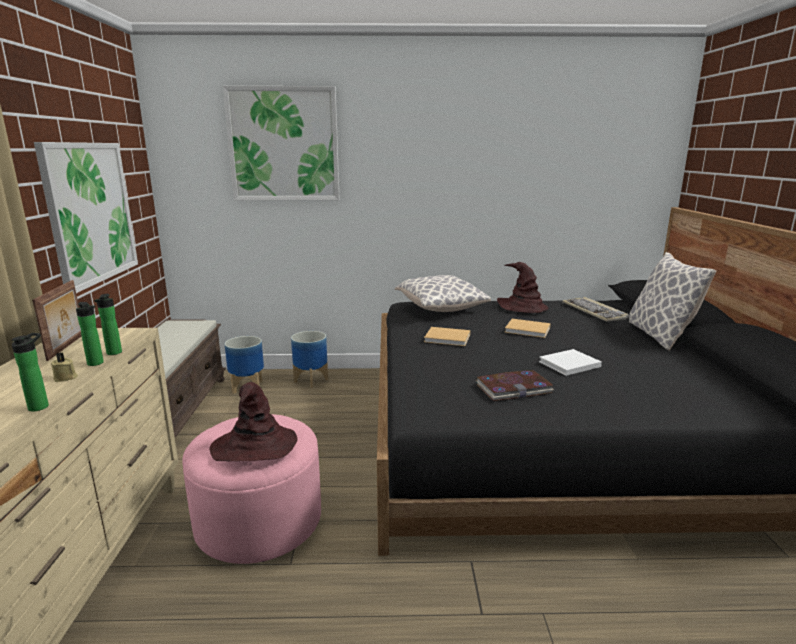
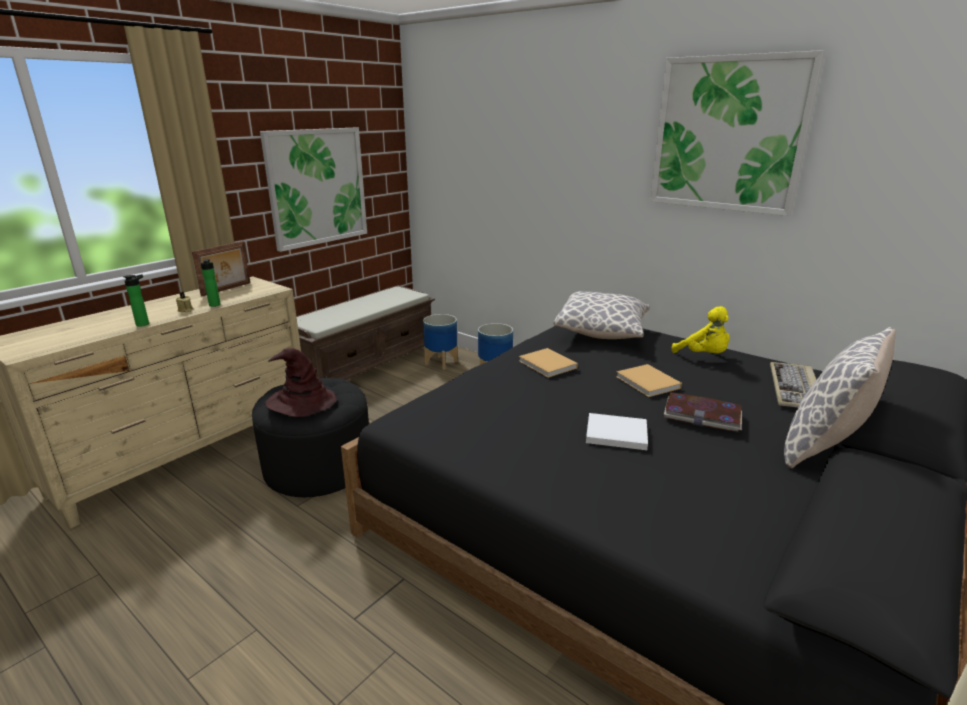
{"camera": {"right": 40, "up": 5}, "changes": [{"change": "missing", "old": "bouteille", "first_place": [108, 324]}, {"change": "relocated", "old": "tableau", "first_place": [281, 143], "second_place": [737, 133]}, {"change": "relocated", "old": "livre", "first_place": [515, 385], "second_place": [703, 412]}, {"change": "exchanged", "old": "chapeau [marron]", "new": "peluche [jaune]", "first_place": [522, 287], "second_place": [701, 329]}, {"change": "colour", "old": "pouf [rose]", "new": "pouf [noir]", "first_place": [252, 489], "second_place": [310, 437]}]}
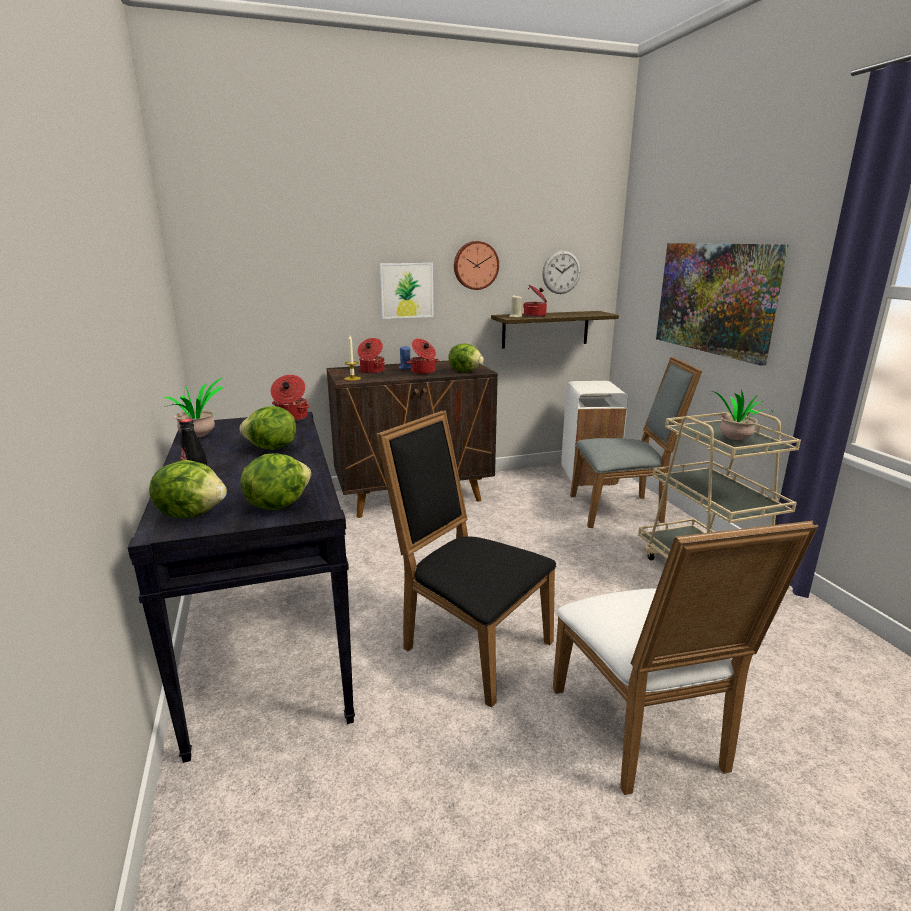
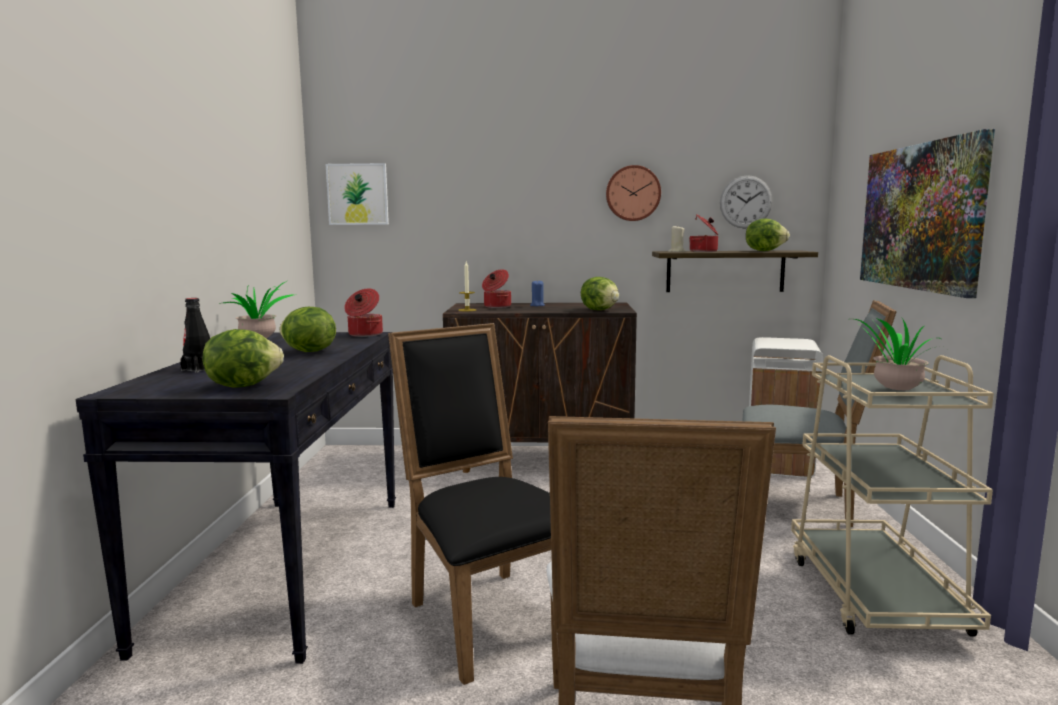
{"camera": {"right": 20, "up": -10}, "changes": [{"change": "missing", "old": "marmite", "first_place": [423, 356]}, {"change": "relocated", "old": "laitue", "first_place": [188, 489], "second_place": [768, 235]}, {"change": "relocated", "old": "tableau", "first_place": [407, 291], "second_place": [357, 194]}]}
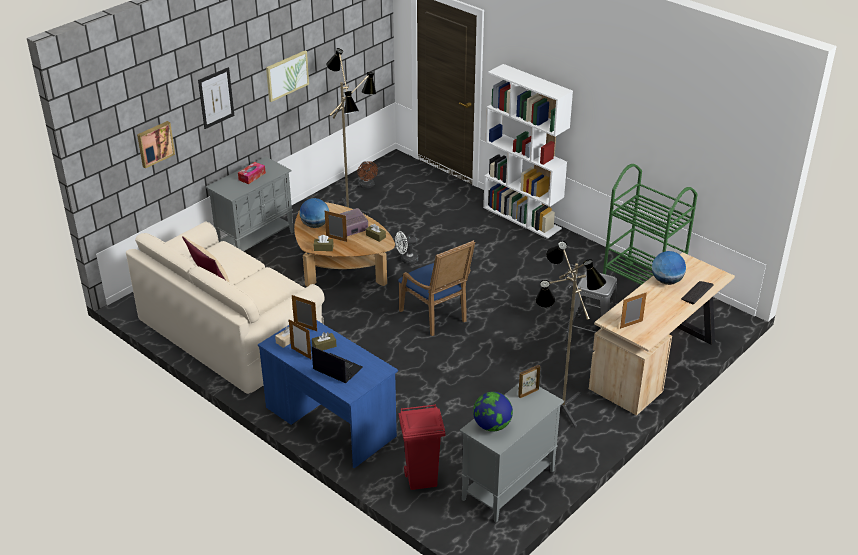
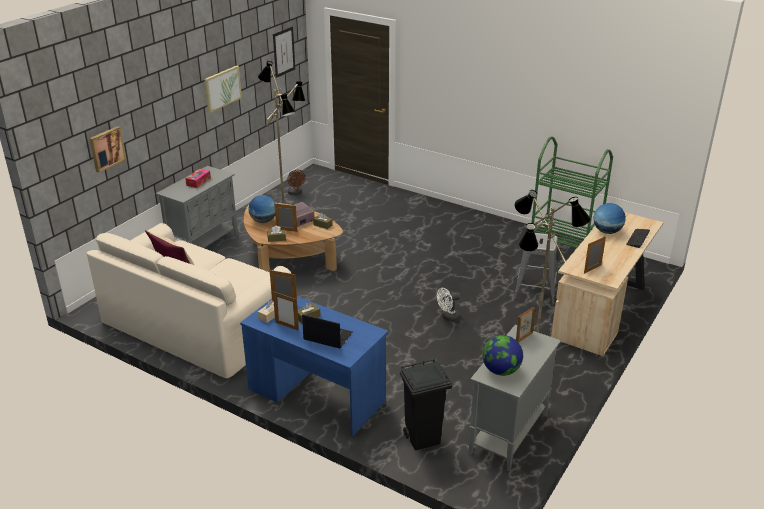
{"camera": {"right": -10, "up": -5}, "changes": [{"change": "missing", "old": "fauteuil [bleu]", "first_place": [436, 288]}, {"change": "missing", "old": "bibliothèque [blanc]", "first_place": [528, 151]}, {"change": "relocated", "old": "tableau", "first_place": [216, 98], "second_place": [284, 52]}, {"change": "relocated", "old": "ventilateur [blanc]", "first_place": [407, 247], "second_place": [449, 305]}, {"change": "colour", "old": "poubelle [rouge]", "new": "poubelle [noir]", "first_place": [422, 447], "second_place": [426, 404]}]}
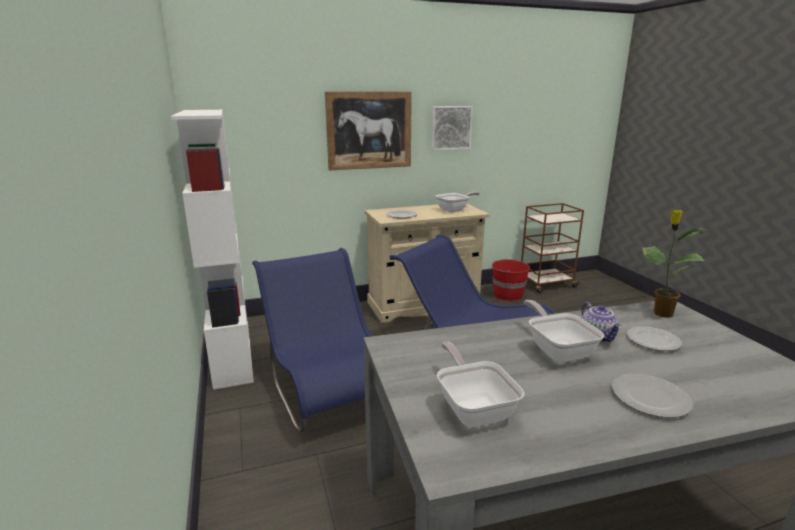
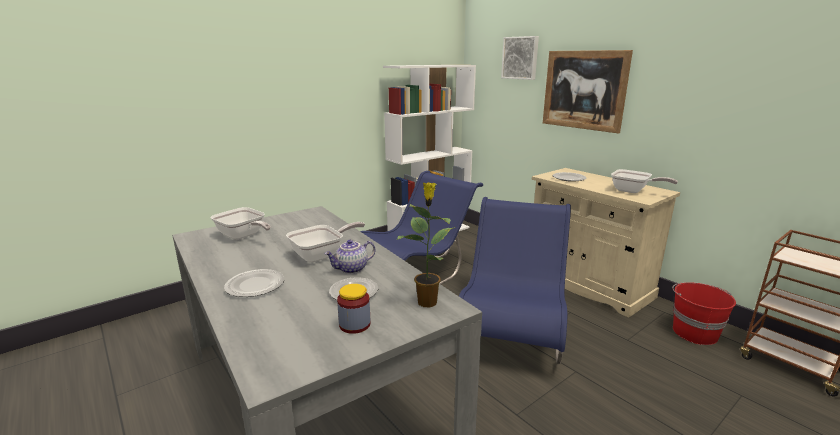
{"camera": {"right": 70, "up": 0}, "changes": [{"change": "appeared", "new": "bocal", "second_place": [353, 309]}, {"change": "relocated", "old": "tableau", "first_place": [452, 128], "second_place": [520, 58]}, {"change": "spun", "old": "poêle", "first_place": [480, 384], "second_place": [241, 223], "degrees": 75}]}
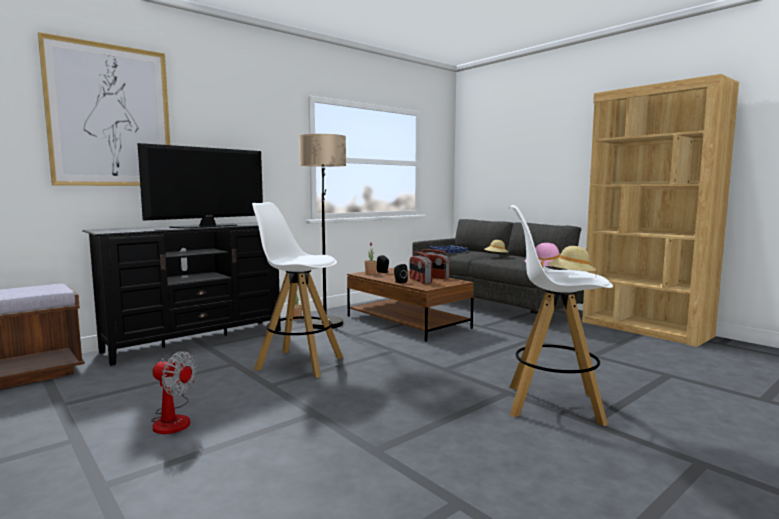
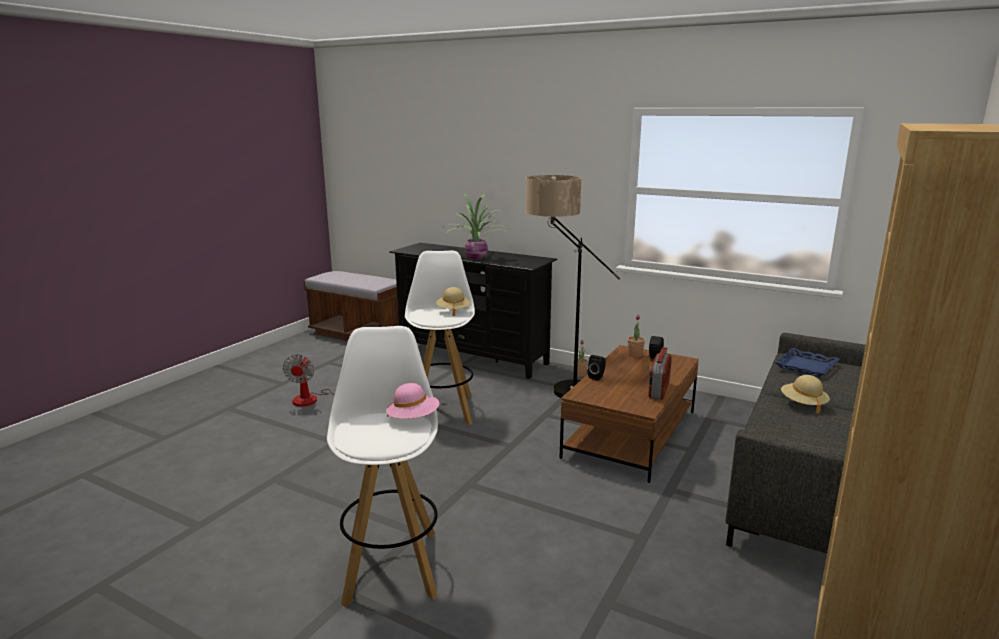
{"camera": {"right": 70, "up": 10}, "changes": [{"change": "missing", "old": "tableau", "first_place": [104, 109]}, {"change": "missing", "old": "radio", "first_place": [421, 268]}, {"change": "relocated", "old": "chapeau [beige]", "first_place": [572, 259], "second_place": [453, 301]}, {"change": "exchanged", "old": "téléviseur", "new": "plante en pot", "first_place": [200, 185], "second_place": [479, 227]}]}
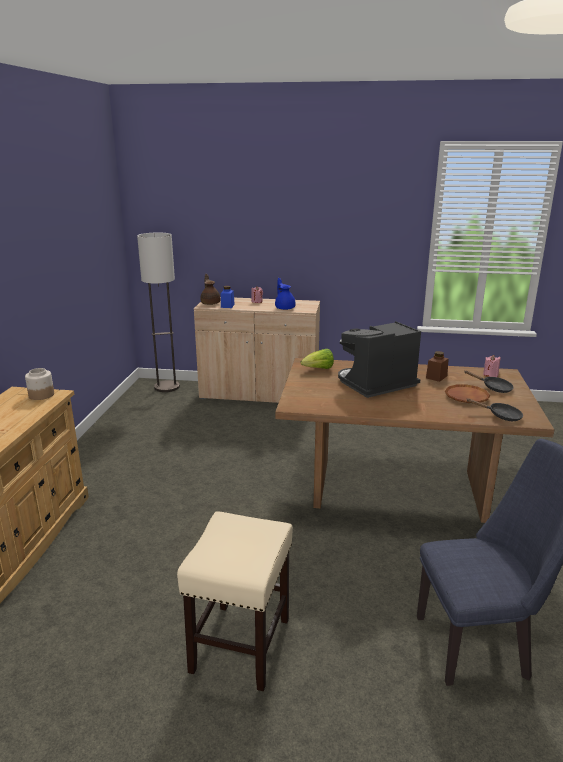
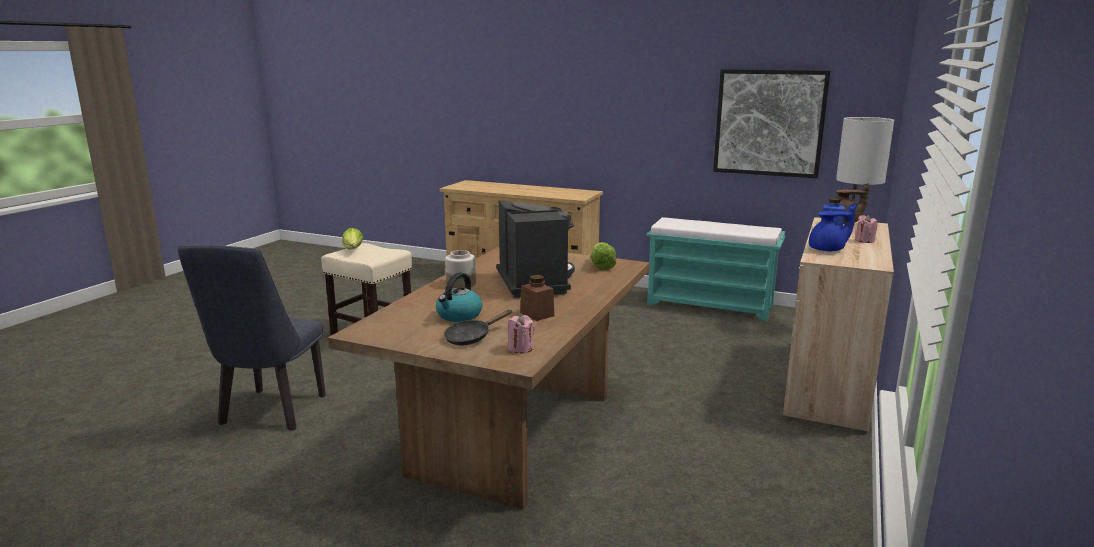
{"camera": {"right": 105, "up": -5}, "changes": [{"change": "missing", "old": "poêle [noir]", "first_place": [495, 409]}, {"change": "appeared", "new": "laitue", "second_place": [352, 239]}, {"change": "appeared", "new": "banc [turquoise]", "second_place": [716, 269]}, {"change": "appeared", "new": "tableau", "second_place": [771, 123]}, {"change": "relocated", "old": "bocal", "first_place": [39, 384], "second_place": [460, 269]}, {"change": "exchanged", "old": "assiette [marron]", "new": "bouilloire", "first_place": [467, 393], "second_place": [459, 297]}]}
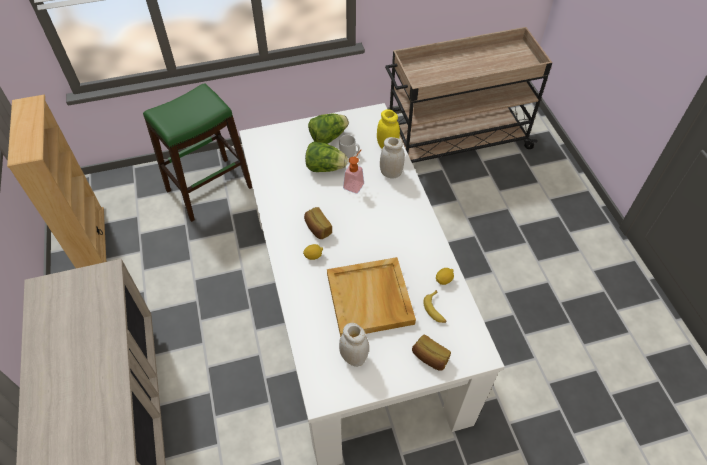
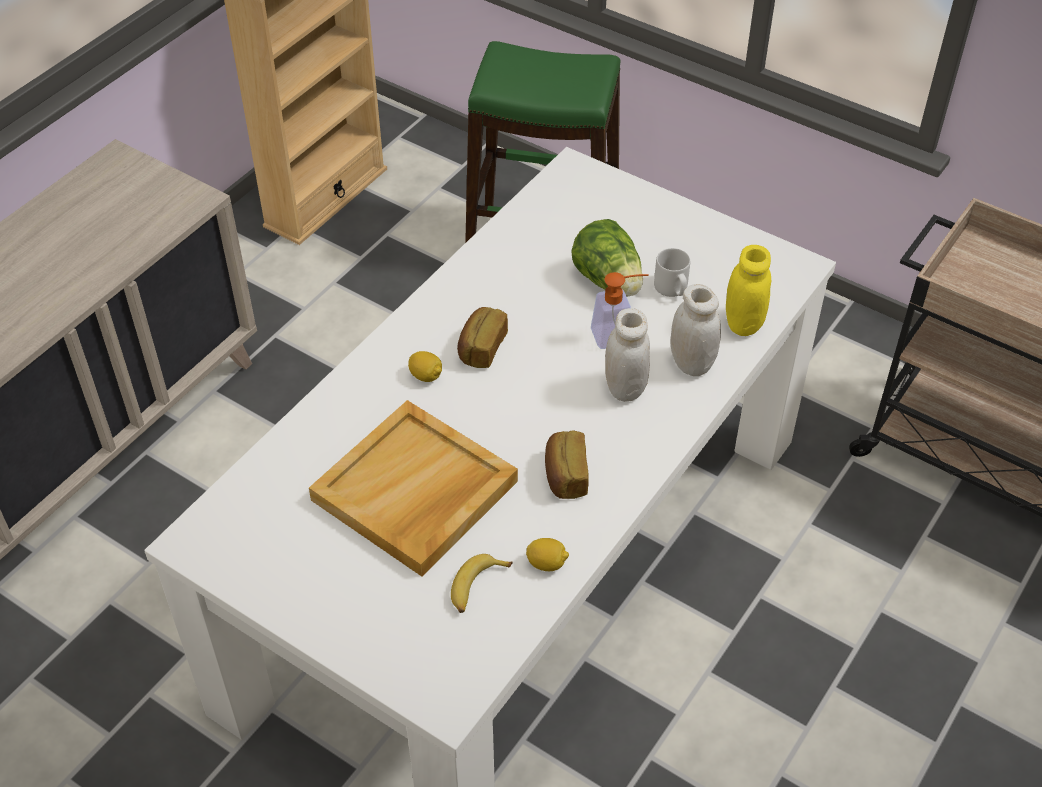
{"camera": {"right": 50, "up": -5}, "changes": [{"change": "missing", "old": "laitue", "first_place": [328, 129]}, {"change": "relocated", "old": "bocal [blanc]", "first_place": [354, 345], "second_place": [627, 355]}, {"change": "relocated", "old": "pain", "first_place": [431, 352], "second_place": [567, 464]}]}
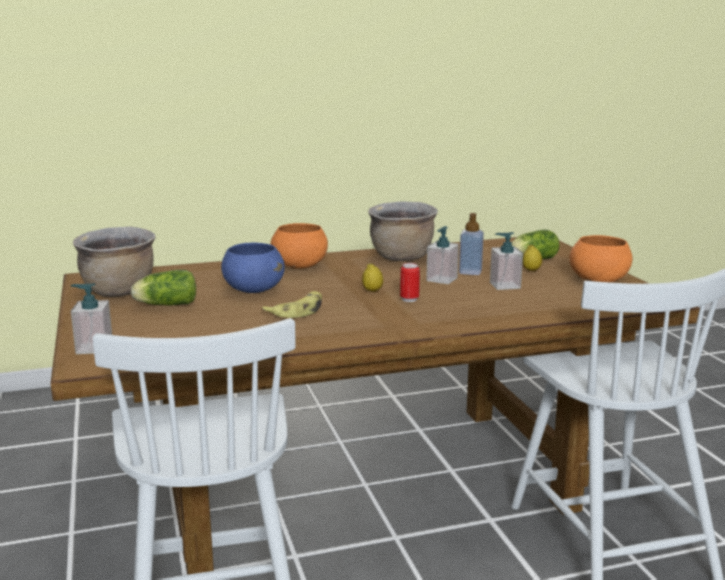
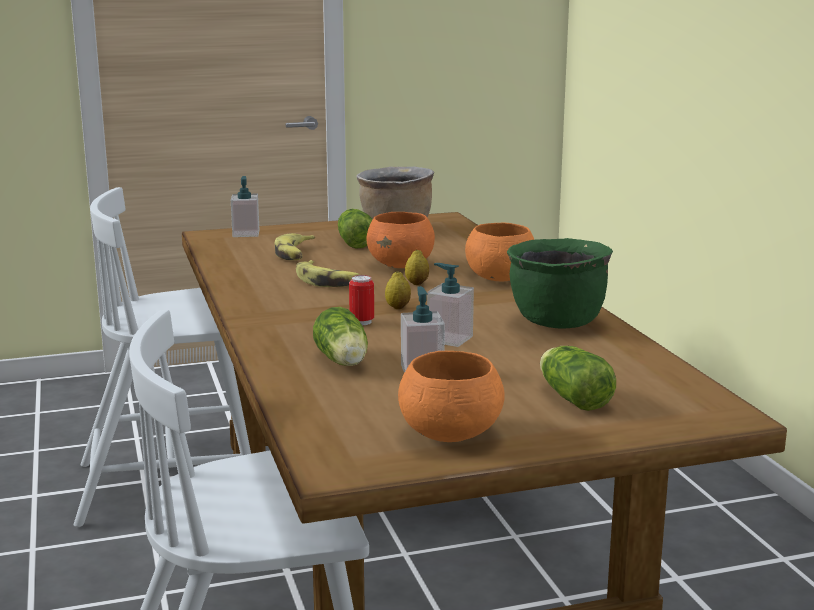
{"camera": {"right": 90, "up": 0}, "changes": [{"change": "missing", "old": "distributeur de savon", "first_place": [471, 244]}, {"change": "appeared", "new": "banane", "second_place": [295, 246]}, {"change": "appeared", "new": "laitue", "second_place": [340, 336]}, {"change": "relocated", "old": "citron", "first_place": [532, 258], "second_place": [417, 267]}, {"change": "colour", "old": "bol [bleu]", "new": "bol [orange]", "first_place": [253, 268], "second_place": [401, 240]}, {"change": "colour", "old": "marmite [marron]", "new": "marmite [vert]", "first_place": [403, 231], "second_place": [560, 283]}]}
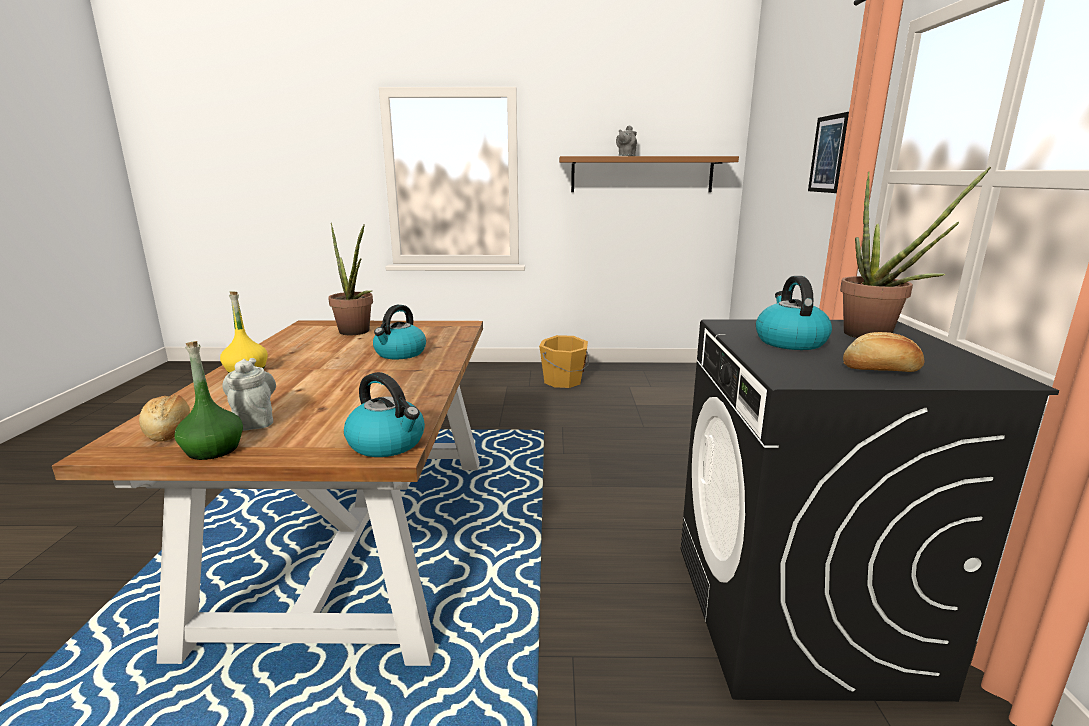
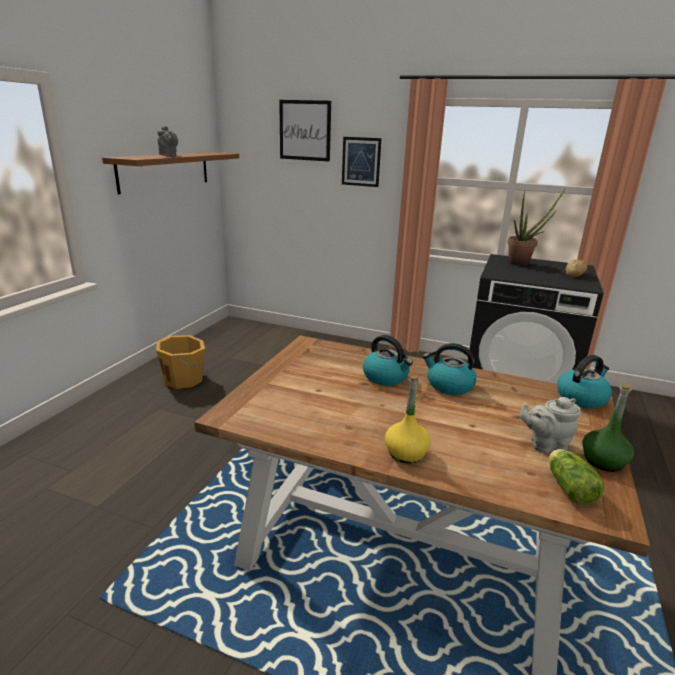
{"camera": {"right": -70, "up": 5}, "changes": [{"change": "missing", "old": "plante en pot", "first_place": [350, 279]}, {"change": "appeared", "new": "tableau", "second_place": [305, 130]}, {"change": "relocated", "old": "bouilloire", "first_place": [794, 313], "second_place": [450, 369]}, {"change": "exchanged", "old": "pain", "new": "laitue", "first_place": [164, 418], "second_place": [576, 477]}]}
